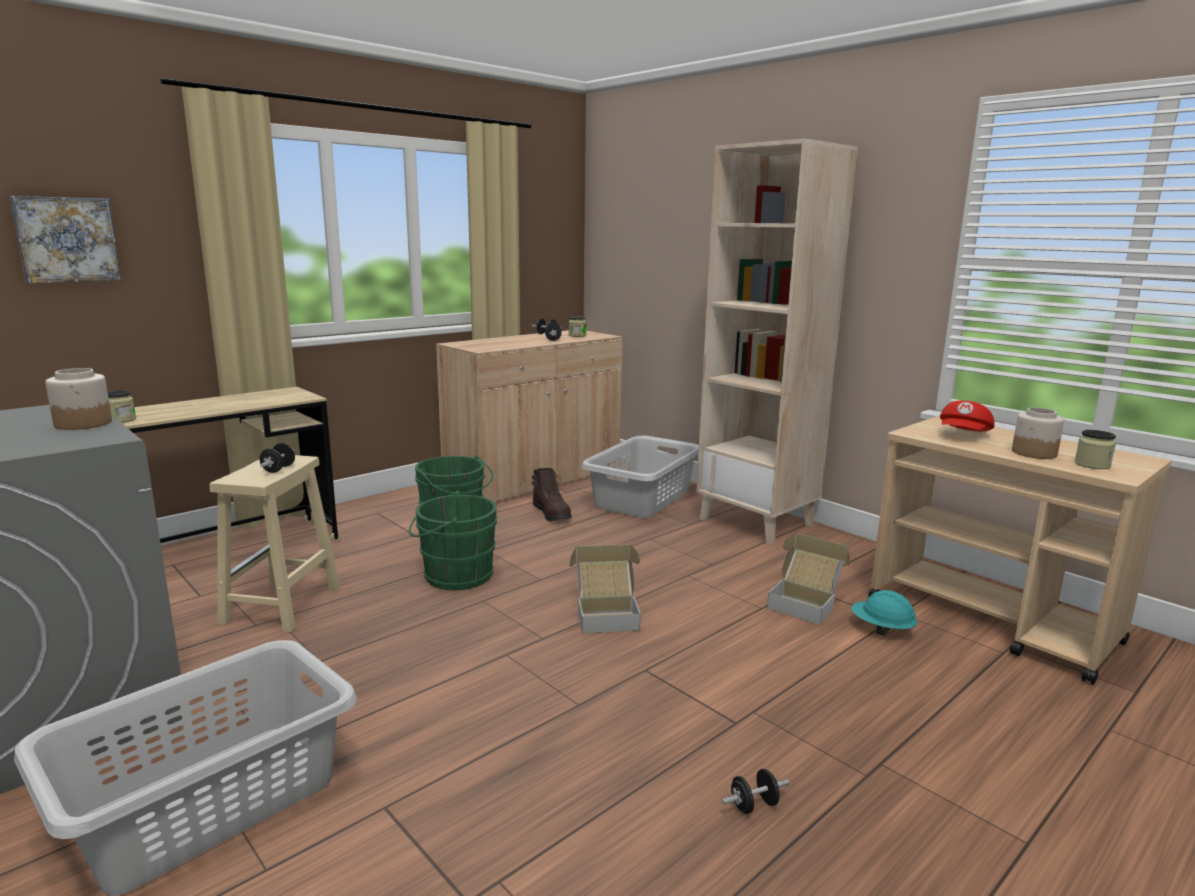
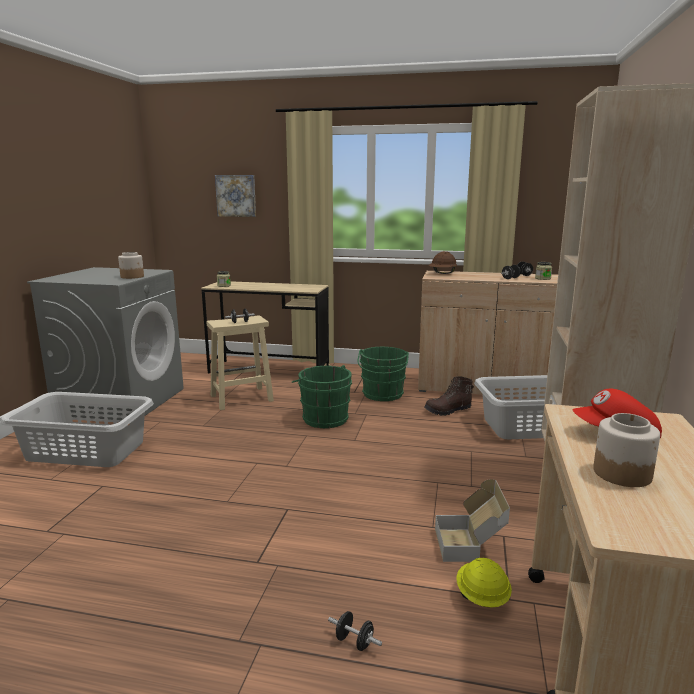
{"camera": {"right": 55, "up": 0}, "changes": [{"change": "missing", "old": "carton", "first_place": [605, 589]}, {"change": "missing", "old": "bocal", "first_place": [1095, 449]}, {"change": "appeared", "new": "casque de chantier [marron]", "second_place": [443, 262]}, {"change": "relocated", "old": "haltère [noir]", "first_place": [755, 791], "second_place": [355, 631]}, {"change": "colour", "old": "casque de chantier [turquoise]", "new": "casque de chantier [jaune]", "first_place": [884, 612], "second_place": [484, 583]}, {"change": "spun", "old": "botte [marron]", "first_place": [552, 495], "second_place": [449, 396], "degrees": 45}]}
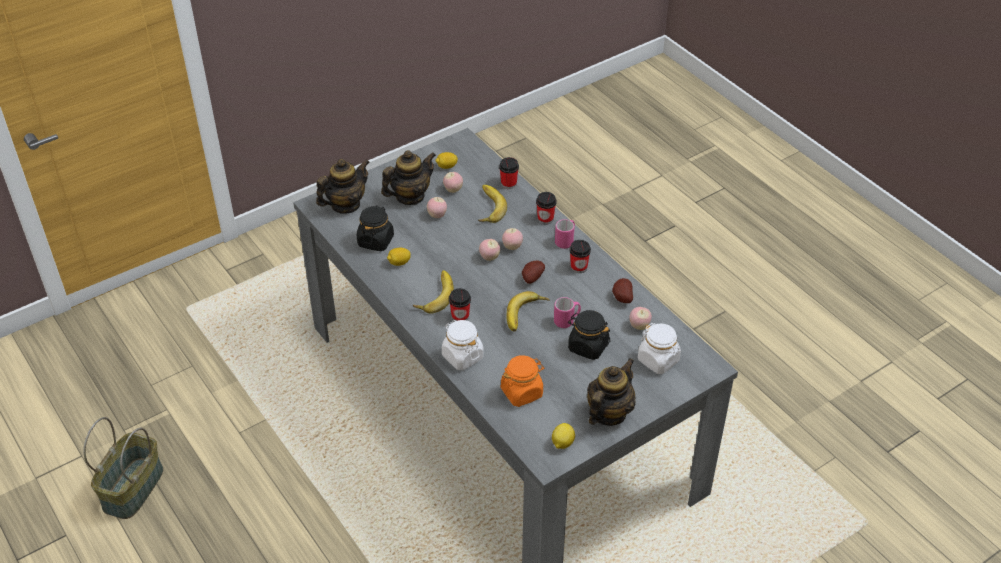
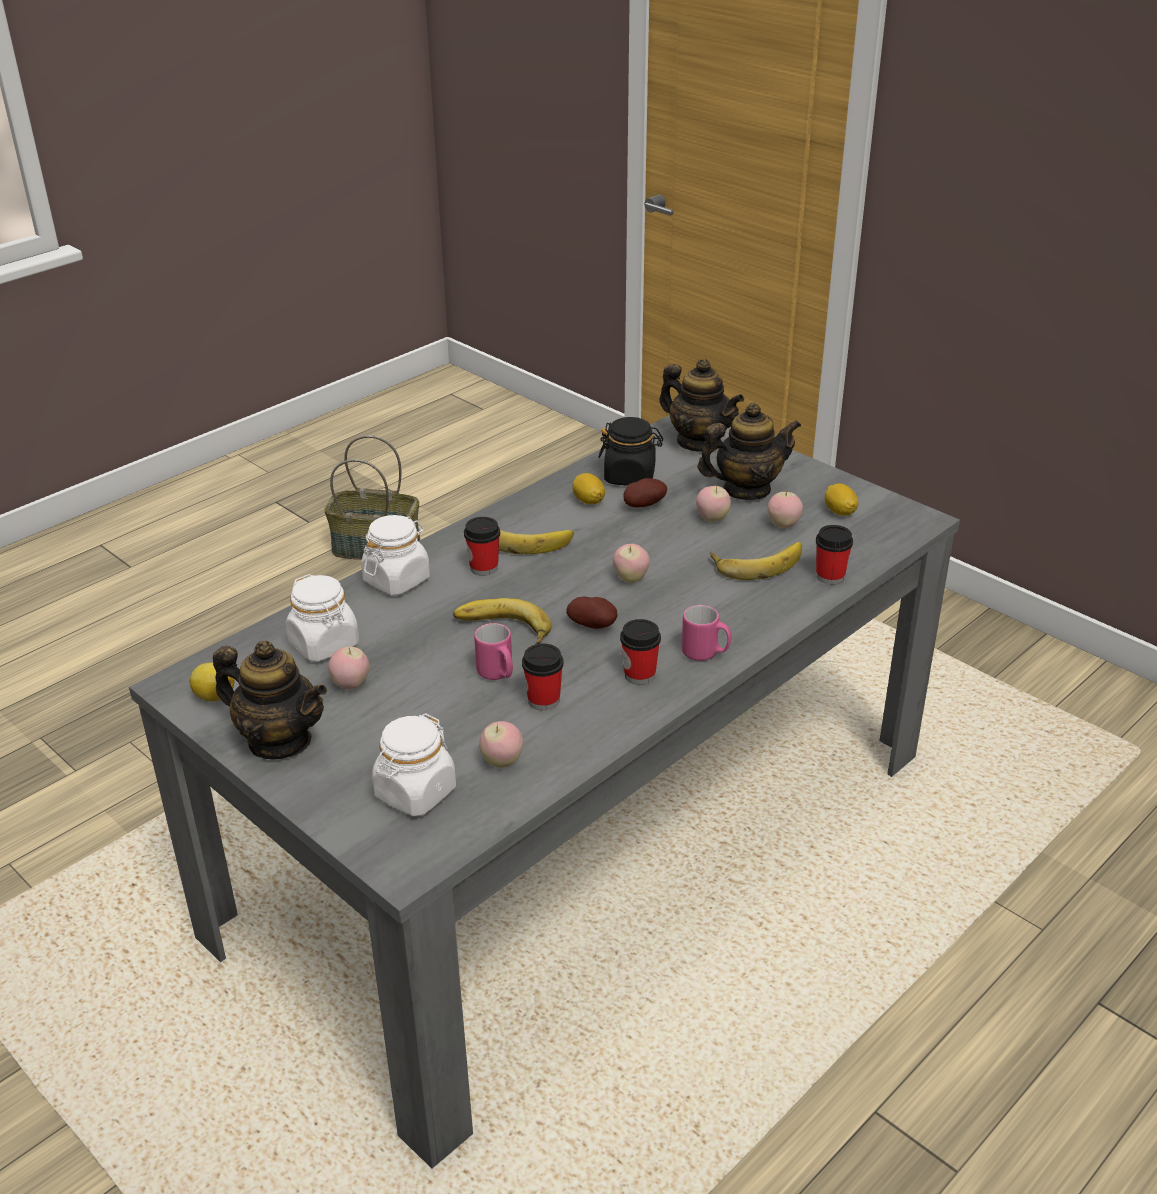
{"camera": {"right": 80, "up": -10}, "changes": [{"change": "missing", "old": "bocal [noir]", "first_place": [589, 335]}, {"change": "relocated", "old": "pomme", "first_place": [512, 239], "second_place": [349, 667]}, {"change": "relocated", "old": "tasse", "first_place": [546, 208], "second_place": [543, 677]}, {"change": "relocated", "old": "pomme de terre", "first_place": [622, 290], "second_place": [645, 493]}, {"change": "colour", "old": "bocal [orange]", "new": "bocal [blanc]", "first_place": [522, 381], "second_place": [322, 618]}, {"change": "spun", "old": "théière", "first_place": [408, 177], "second_place": [750, 451], "degrees": -60}]}
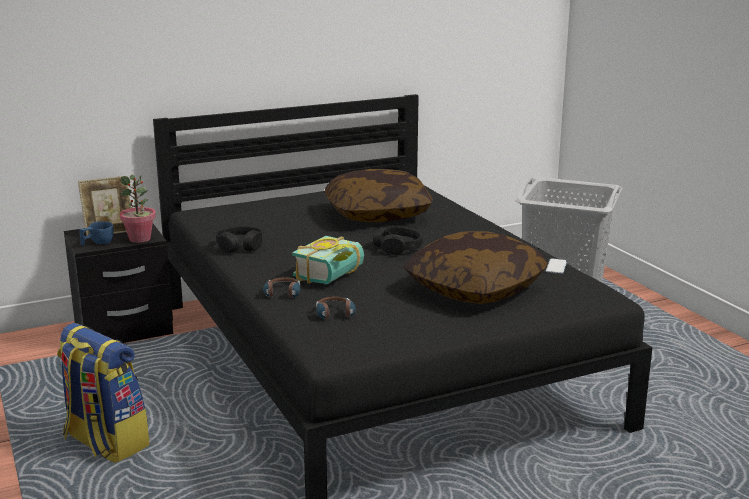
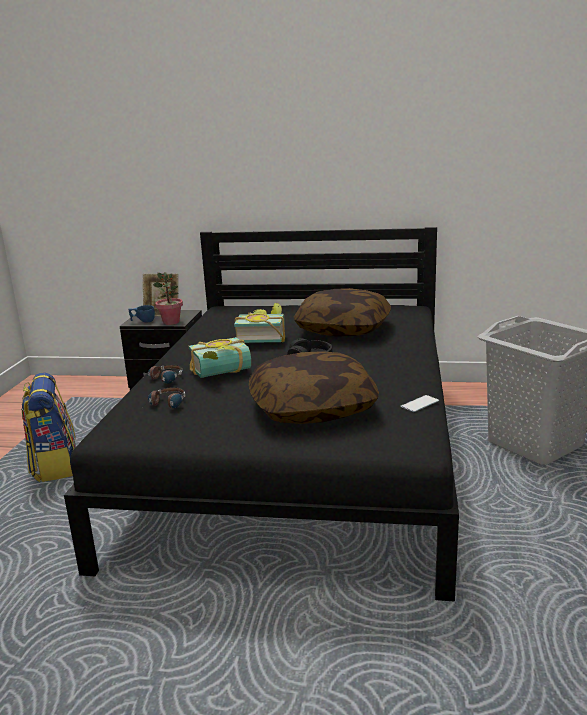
{"camera": {"right": 35, "up": 0}, "changes": [{"change": "missing", "old": "casque audio [noir]", "first_place": [239, 239]}, {"change": "appeared", "new": "livre", "second_place": [259, 323]}]}
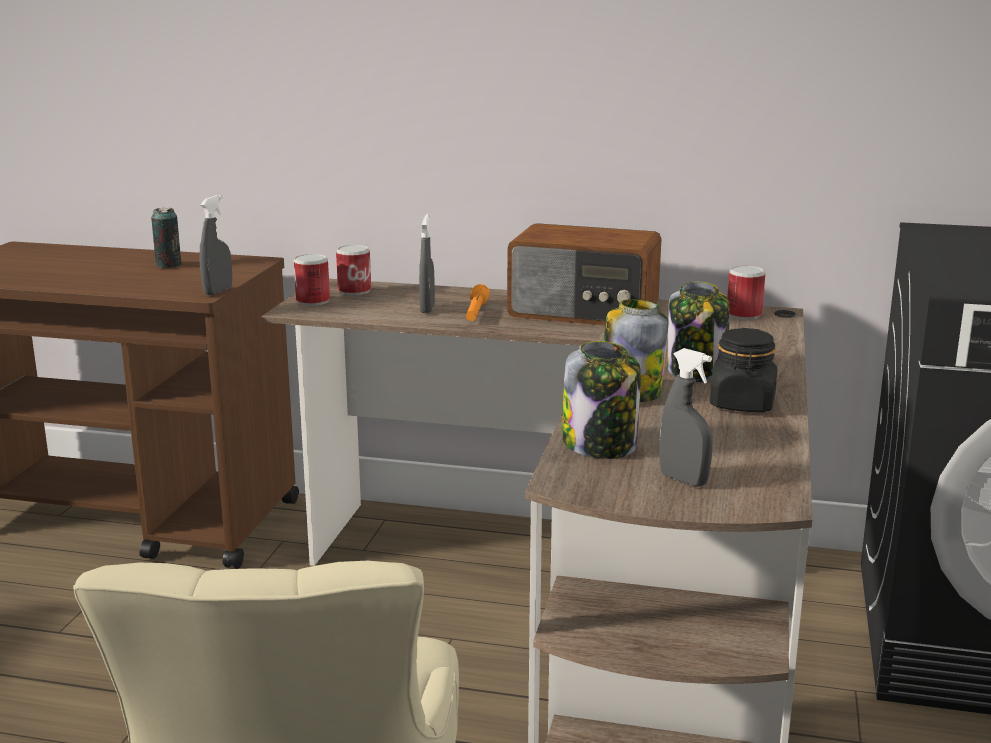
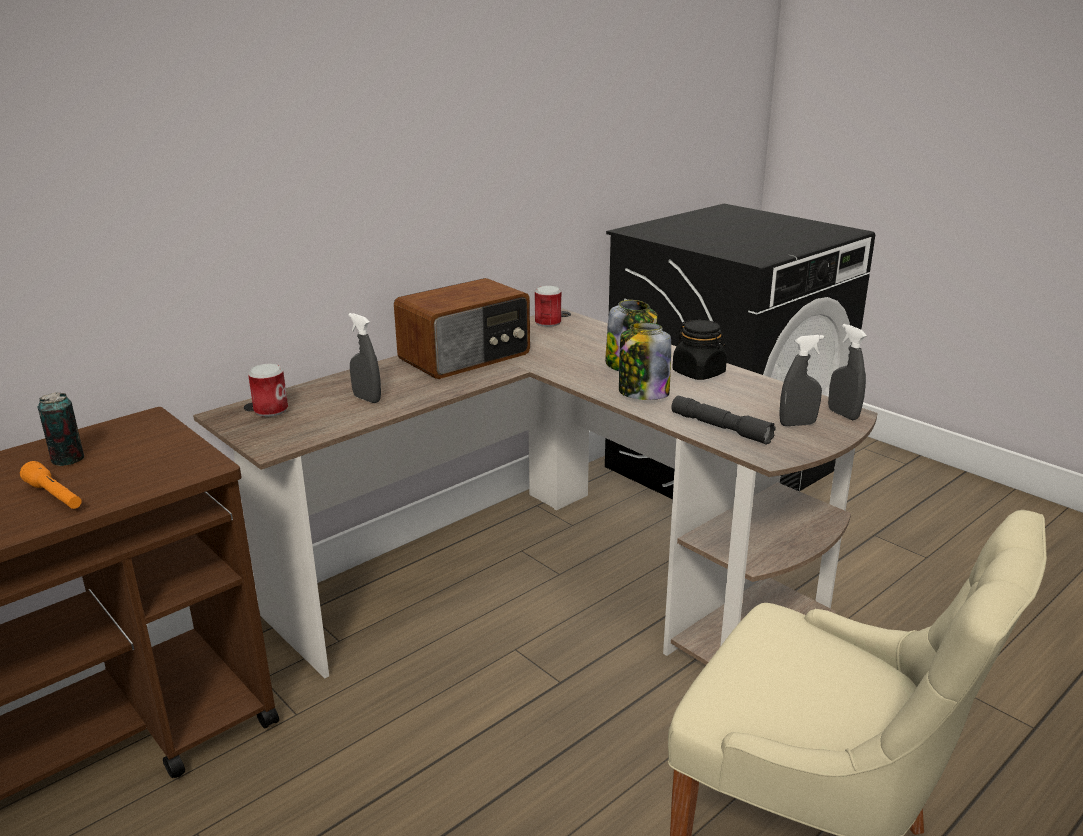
{"camera": {"right": -55, "up": 5}, "changes": [{"change": "missing", "old": "boîte métallique", "first_place": [312, 280]}, {"change": "relocated", "old": "vaporisateur [gris]", "first_place": [215, 245], "second_place": [847, 372]}, {"change": "relocated", "old": "lampe de poche [orange]", "first_place": [478, 302], "second_place": [51, 485]}, {"change": "exchanged", "old": "bocal", "new": "lampe de poche [gris]", "first_place": [601, 400], "second_place": [723, 420]}]}
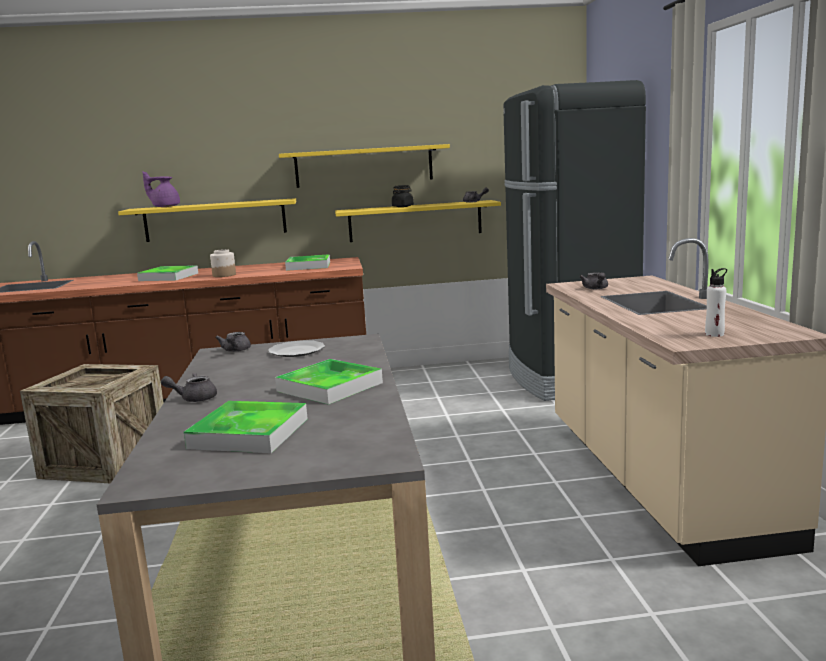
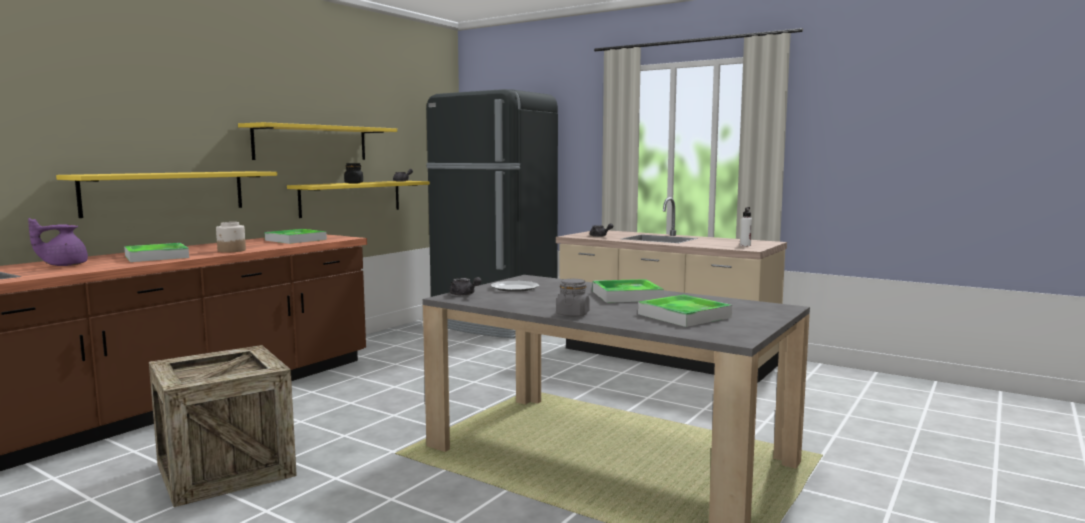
{"camera": {"right": -50, "up": -5}, "changes": [{"change": "relocated", "old": "théière [violet]", "first_place": [161, 189], "second_place": [58, 242]}, {"change": "exchanged", "old": "théière [gris]", "new": "bocal [gris]", "first_place": [189, 387], "second_place": [573, 298]}]}
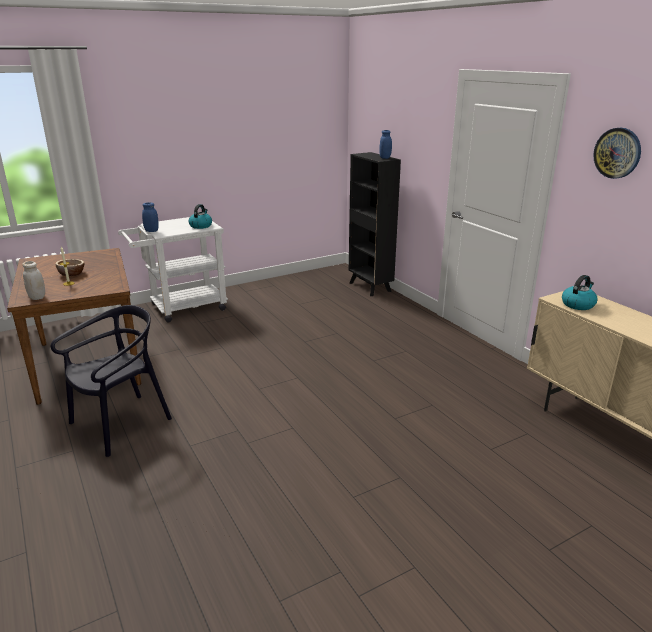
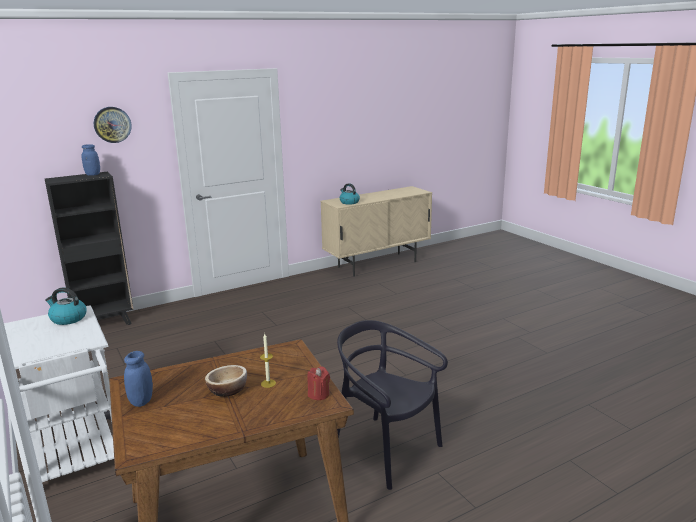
{"camera": {"right": -90, "up": -5}, "changes": [{"change": "relocated", "old": "bocal [bleu]", "first_place": [150, 217], "second_place": [138, 379]}, {"change": "relocated", "old": "horloge murale", "first_place": [617, 153], "second_place": [113, 125]}, {"change": "exchanged", "old": "bocal [blanc]", "new": "bougie [rouge]", "first_place": [33, 280], "second_place": [318, 383]}]}
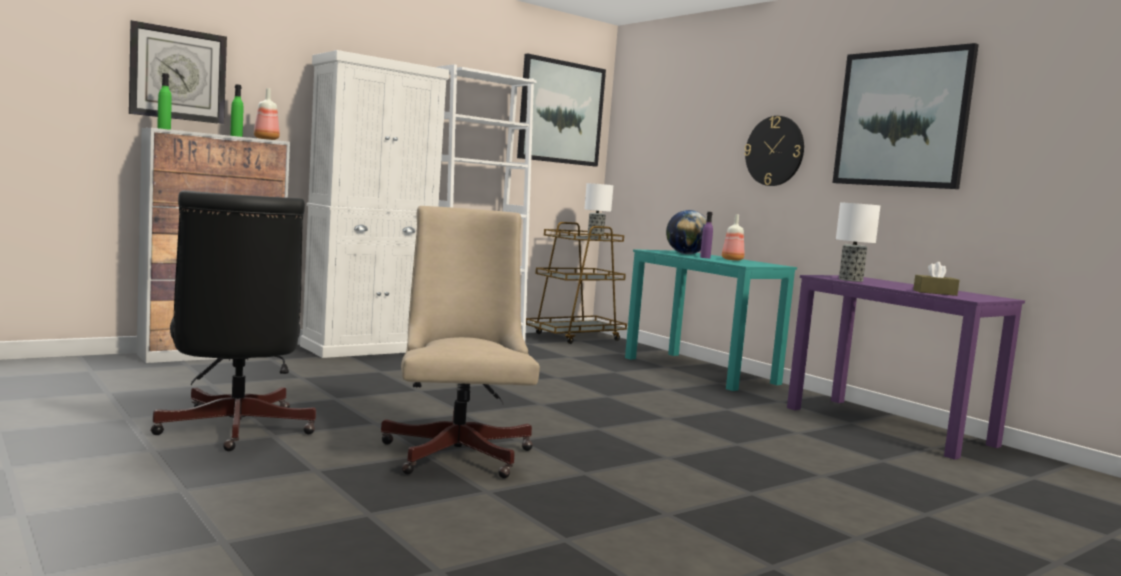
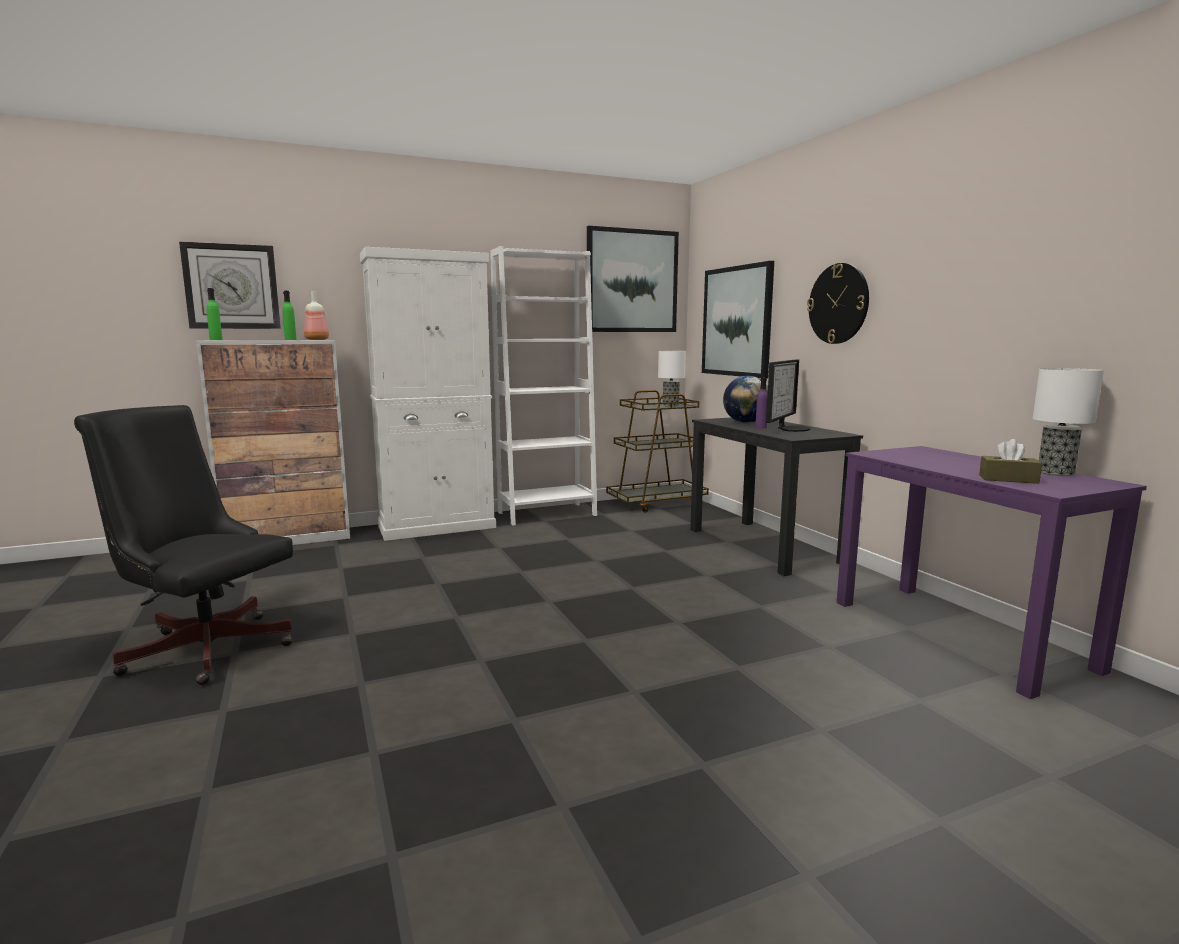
{"camera": {"right": 15, "up": 5}, "changes": [{"change": "missing", "old": "chaise de bureau [beige]", "first_place": [460, 342]}, {"change": "relocated", "old": "tableau", "first_place": [905, 116], "second_place": [738, 320]}, {"change": "relocated", "old": "lampe de table", "first_place": [858, 242], "second_place": [1068, 422]}, {"change": "exchanged", "old": "bouteille", "new": "écran d'ordinateur", "first_place": [733, 237], "second_place": [788, 395]}, {"change": "colour", "old": "bureau [turquoise]", "new": "bureau [noir]", "first_place": [711, 320], "second_place": [776, 497]}, {"change": "spun", "old": "chaise de bureau [noir]", "first_place": [233, 320], "second_place": [183, 545], "degrees": 120}]}
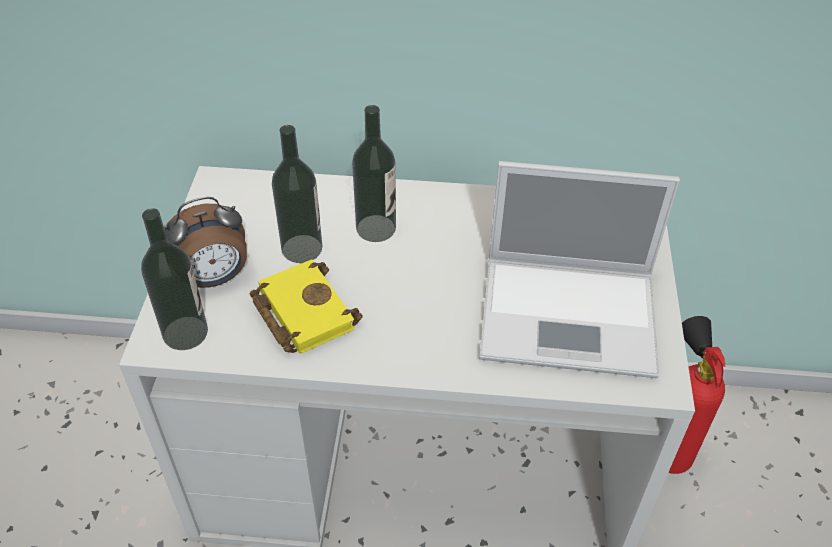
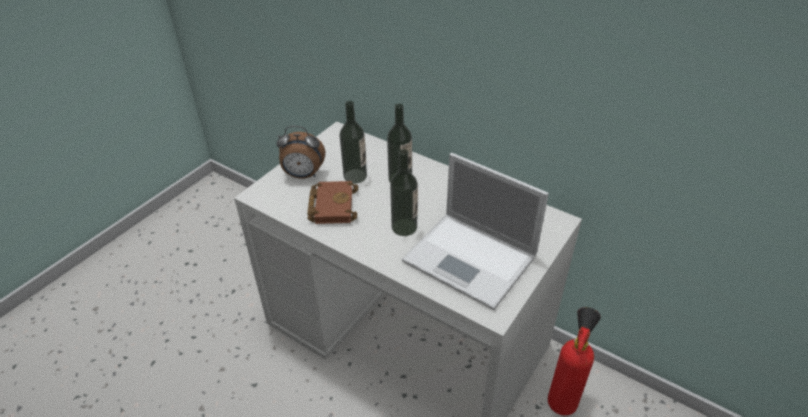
{"camera": {"right": 30, "up": -5}, "changes": [{"change": "relocated", "old": "bouteille", "first_place": [174, 279], "second_place": [404, 192]}, {"change": "colour", "old": "livre [jaune]", "new": "livre [marron]", "first_place": [306, 306], "second_place": [332, 202]}]}
